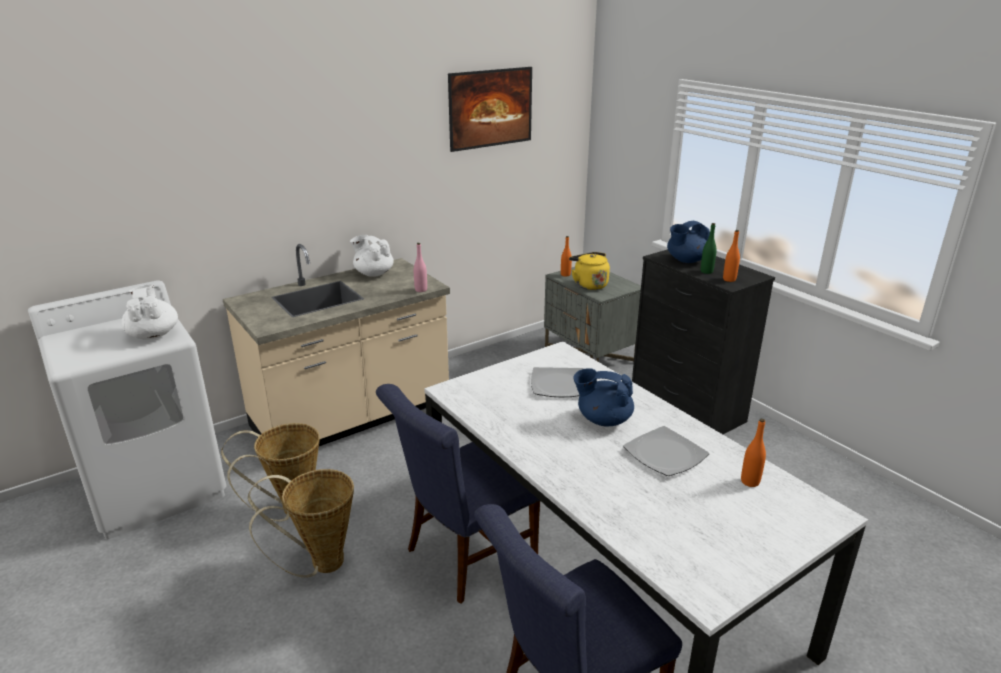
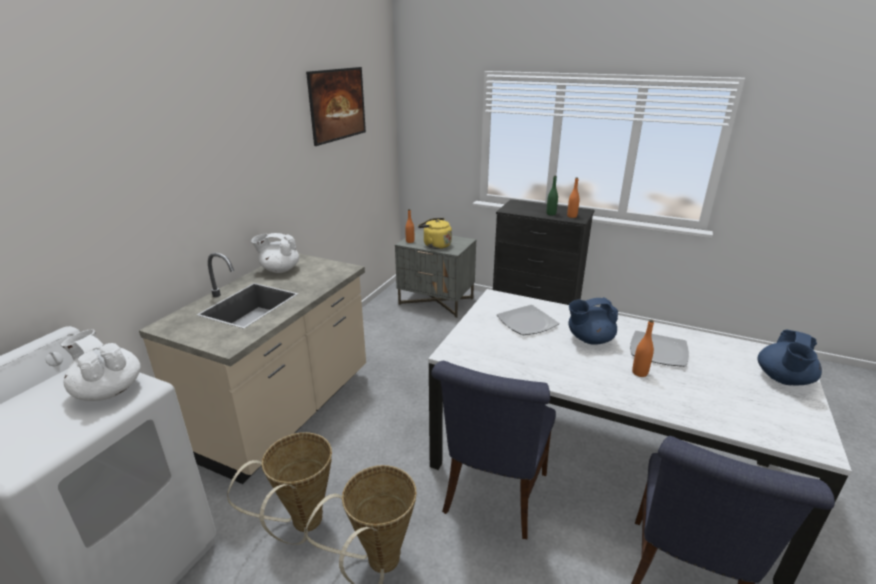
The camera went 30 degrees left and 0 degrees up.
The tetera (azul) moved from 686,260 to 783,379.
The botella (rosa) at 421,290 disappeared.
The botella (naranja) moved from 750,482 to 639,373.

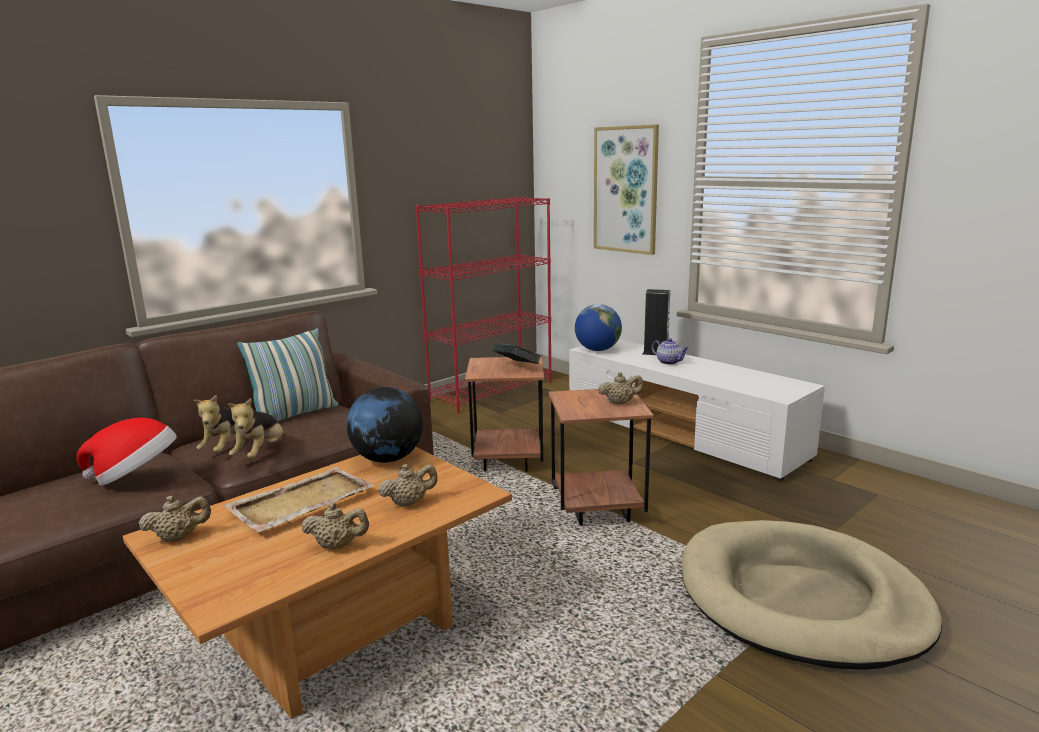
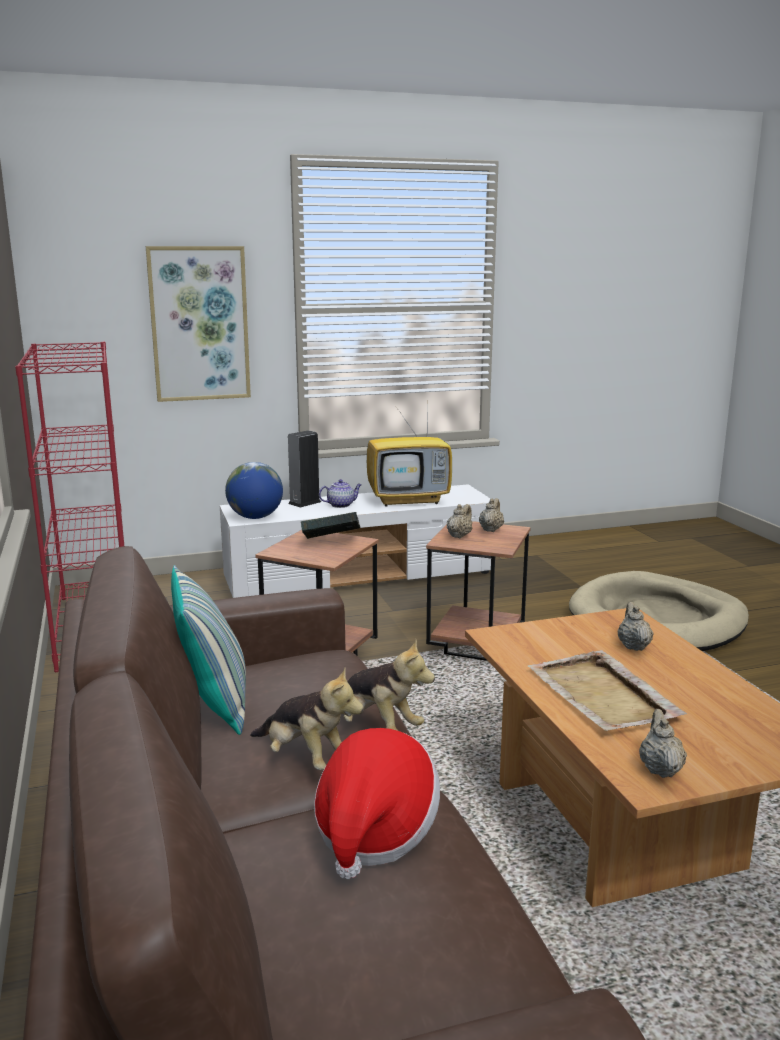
The camera went 65 degrees left and 0 degrees up.
The globo terráqueo at 387,459 disappeared.
The tetera (beis) moved from 337,545 to 459,536.
The televisor at 410,500 appeared.

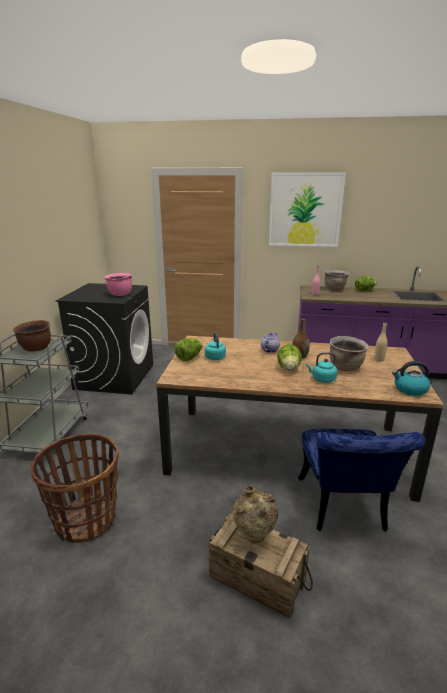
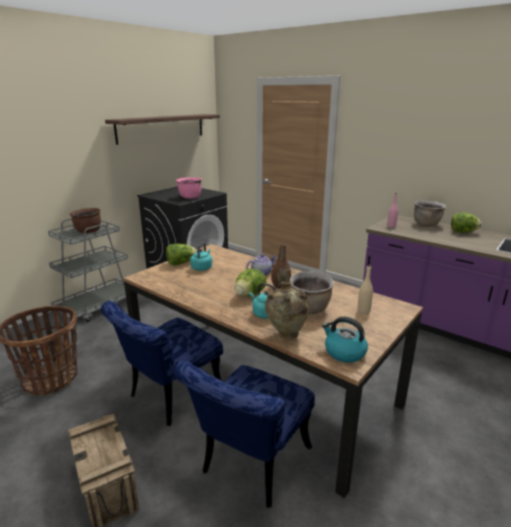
The camera went 30 degrees right and 0 degrees up.
The cuadro at 305,210 disappeared.
The florero (beis) moved from 254,539 to 286,336.
The estante at 161,128 appeared.
The silla (azul) at 169,396 appeared.

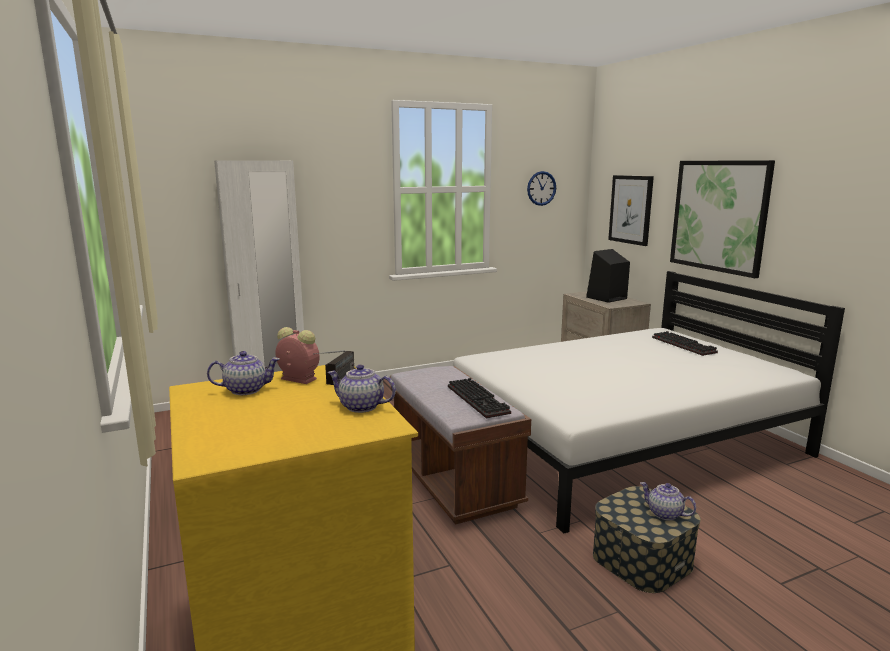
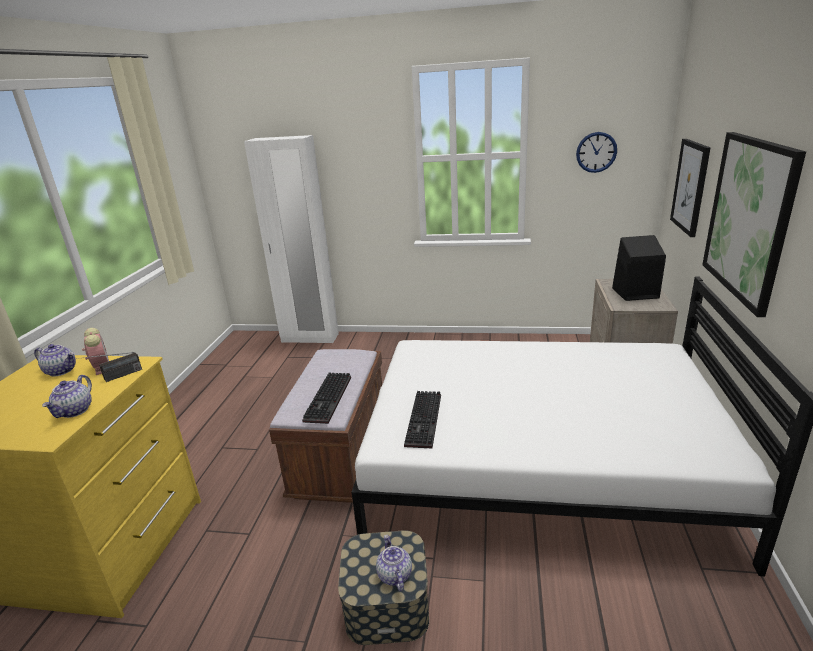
The camera went 35 degrees right and 10 degrees up.
The teclado moved from 685,345 to 425,421.
The tetera at 361,406 turned 135 degrees counterclockwise.

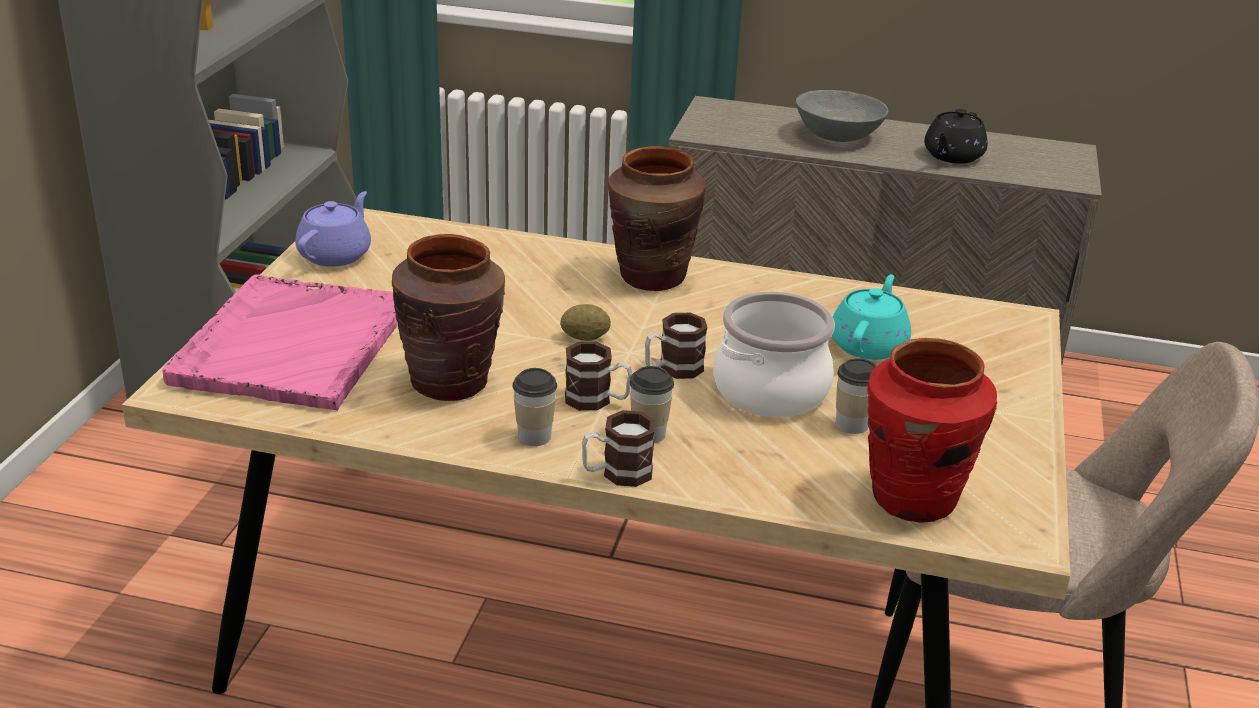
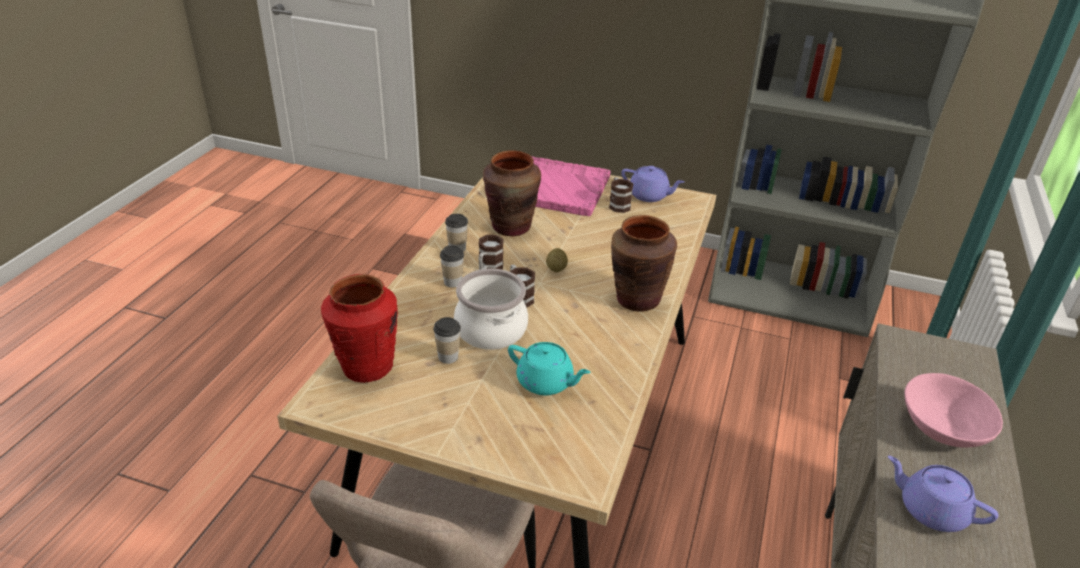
The camera went 95 degrees right and 5 degrees up.
The cuenco (gris) at 837,136 became the cuenco (rosa) at 941,428.
The tetera (negro) at 952,156 became the tetera (morado) at 930,510.
The taza grande moved from 617,473 to 618,204.

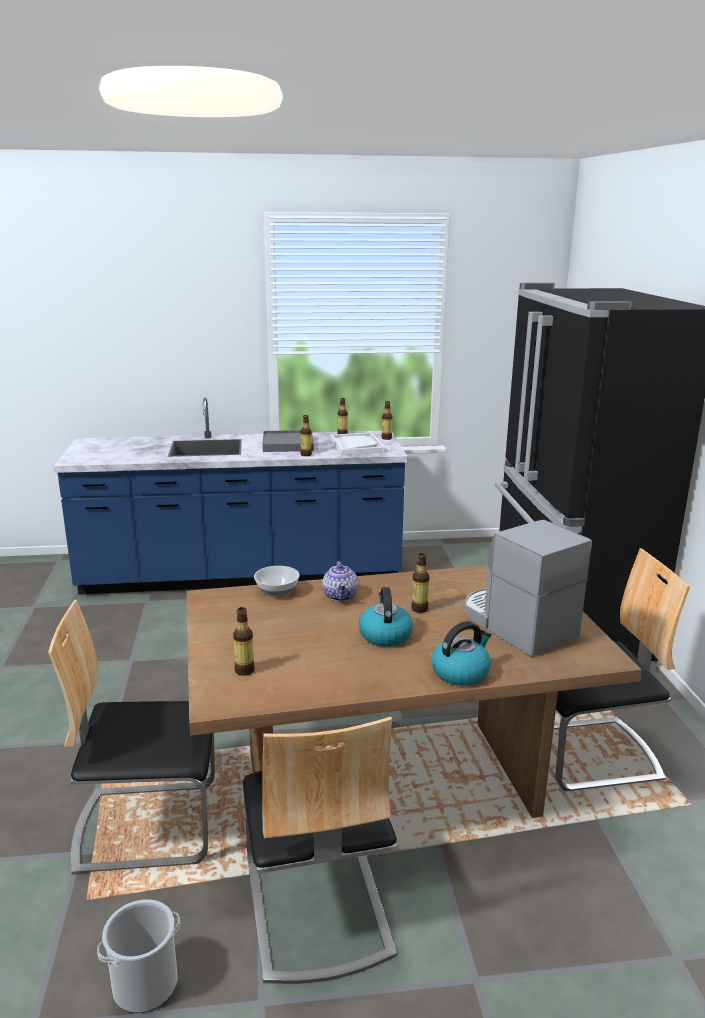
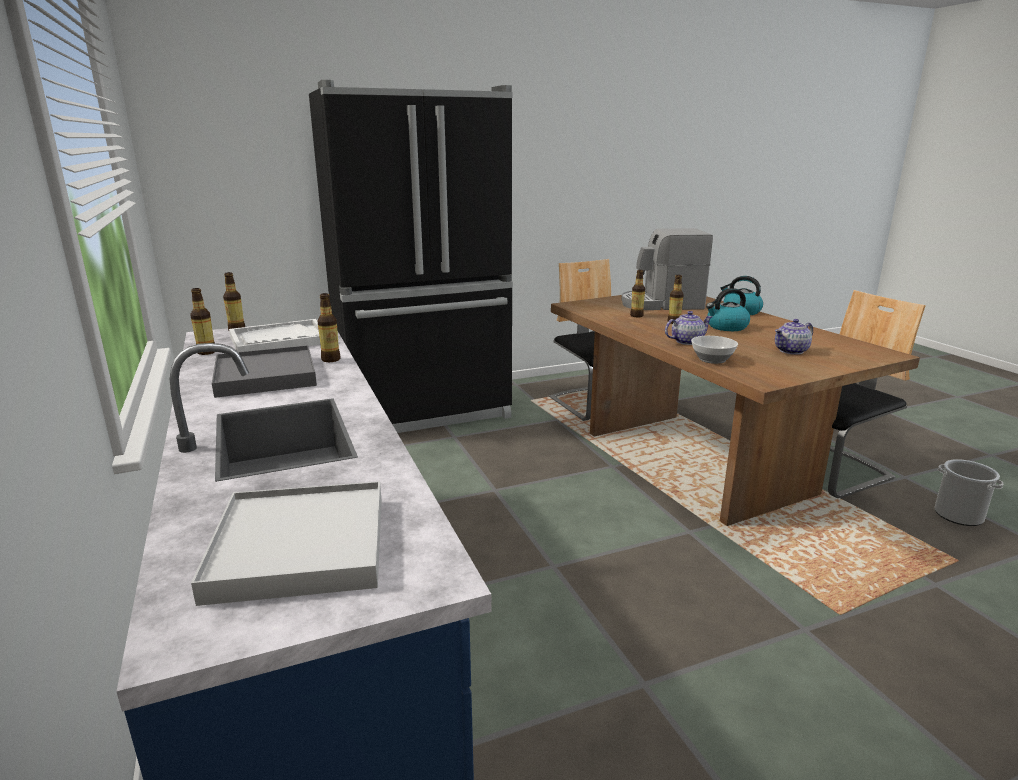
The camera went 105 degrees left and 0 degrees up.
The cafetera at 516,624 turned 45 degrees clockwise.
The silla at 147,825 disappeared.
The botella moved from 244,670 to 636,316.
The tetera at 791,351 appeared.
The bandeja (blanco) at 300,546 appeared.

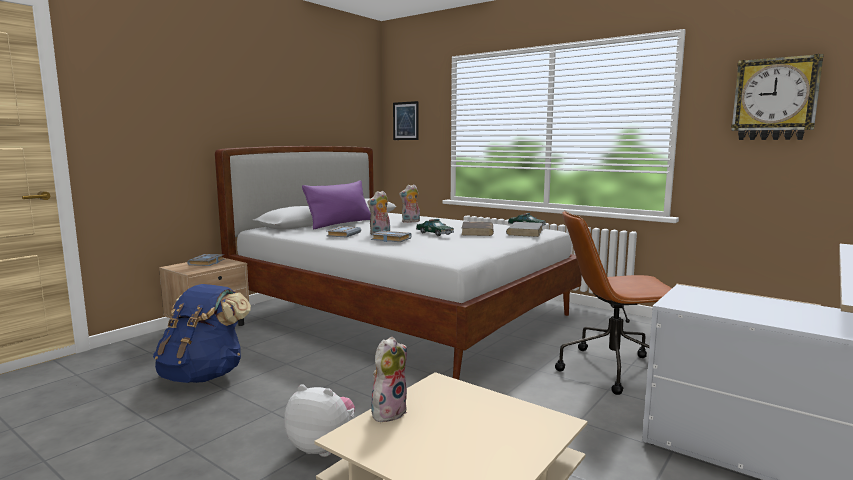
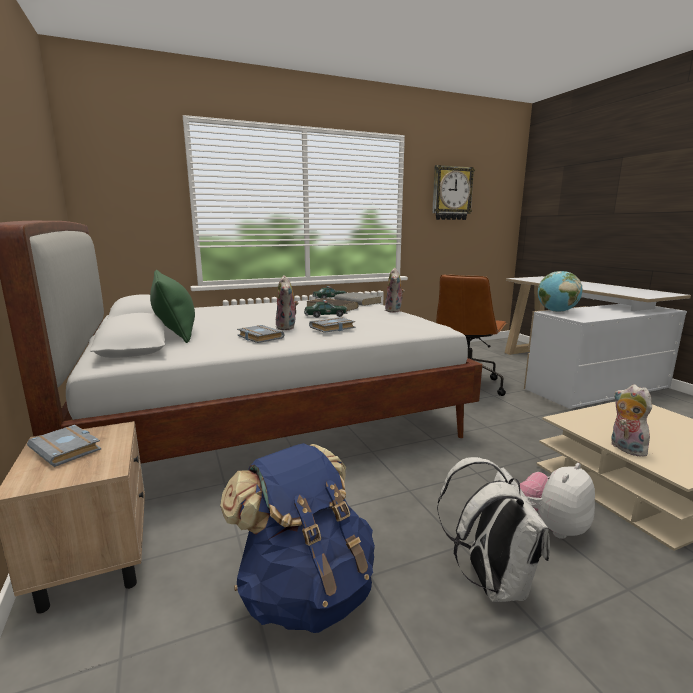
The camera went 60 degrees left and 5 degrees up.
The cuadro at 405,121 disappeared.
The cojín (morado) at 340,223 became the cojín (verde) at 175,330.
The peluche moved from 410,222 to 394,310.
The globo terráqueo at 556,311 appeared.
The mochila (blanco) at 490,580 appeared.

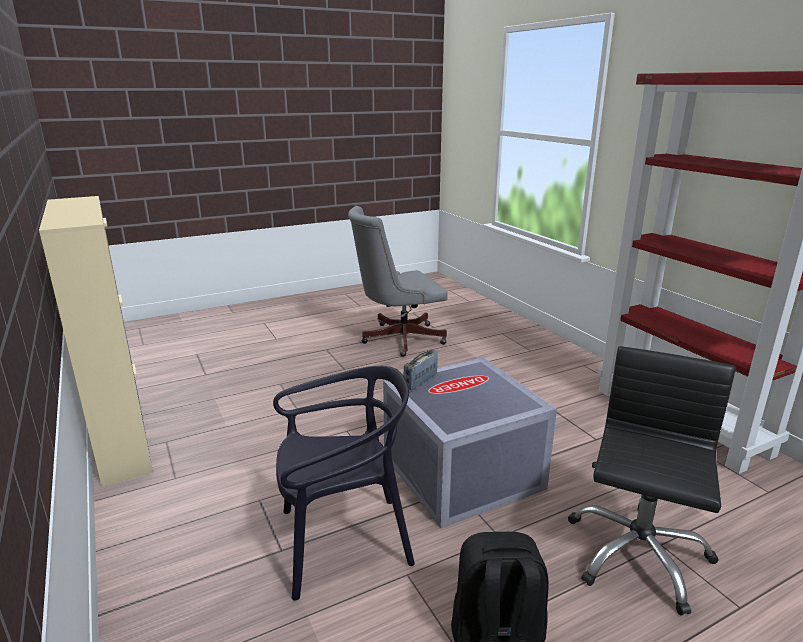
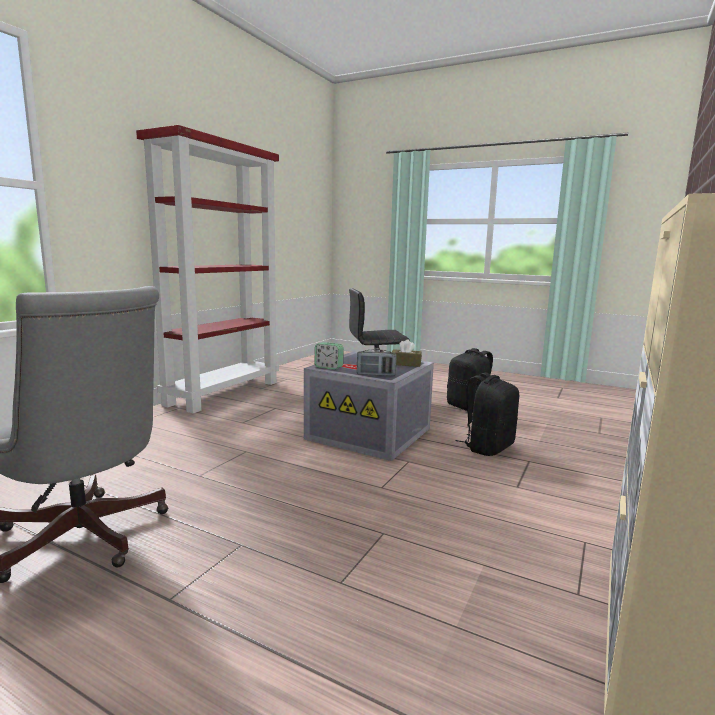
The camera went 125 degrees left and 10 degrees down.
The silla (negro) at 343,542 was replaced by the mochila (negro) at 487,447.
The caja de pañuelos (marrón) at 405,364 appeared.
The despertador at 329,367 appeared.

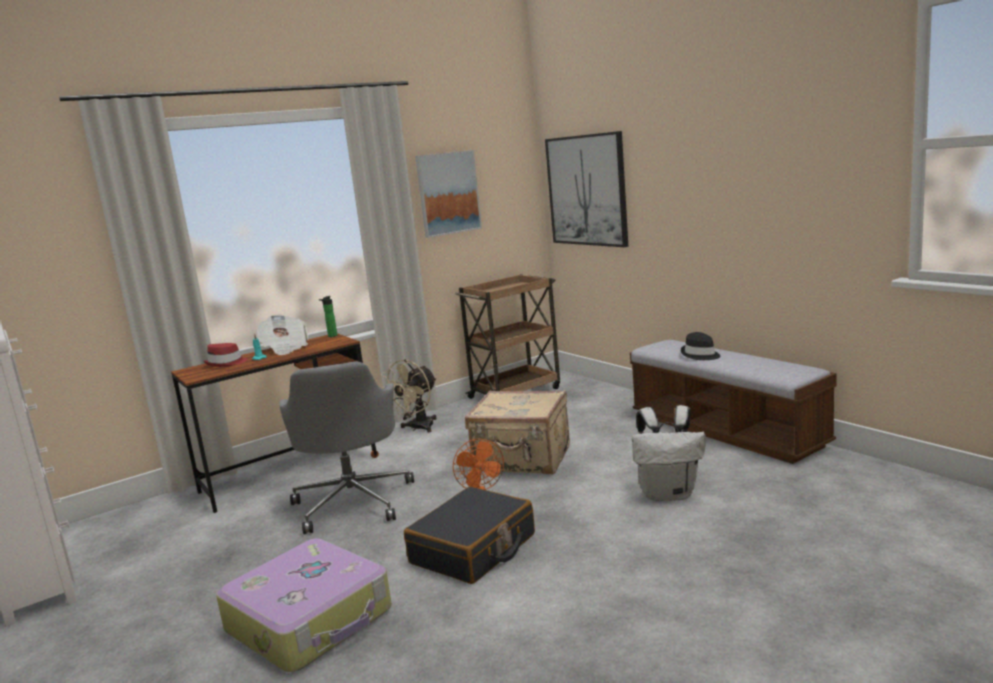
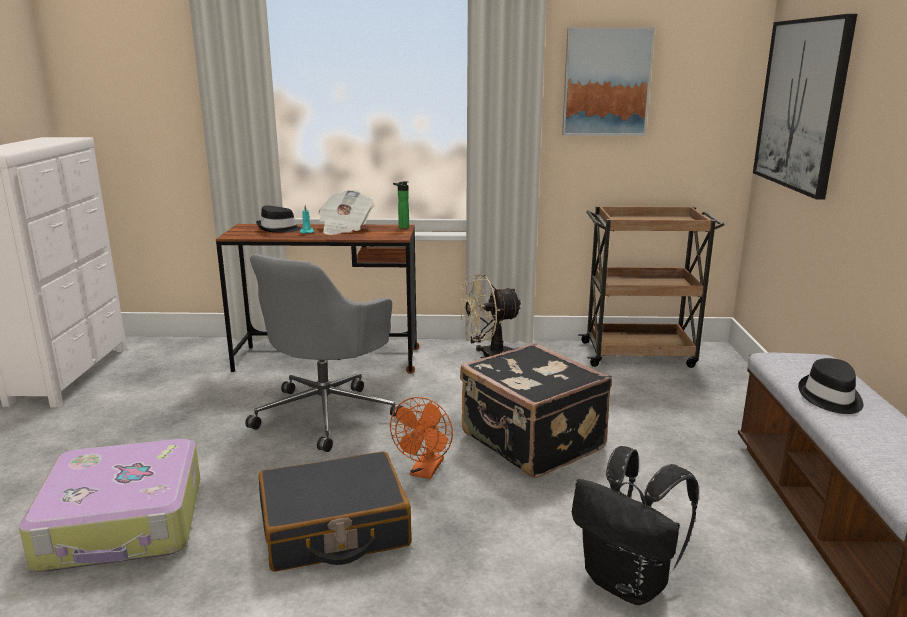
The camera went 35 degrees right and 5 degrees up.
The sombrero (rojo) at 226,363 became the sombrero (negro) at 279,229.
The maleta (beis) at 523,460 became the maleta (negro) at 531,442.
The mochila (blanco) at 669,494 became the mochila (negro) at 628,583.

